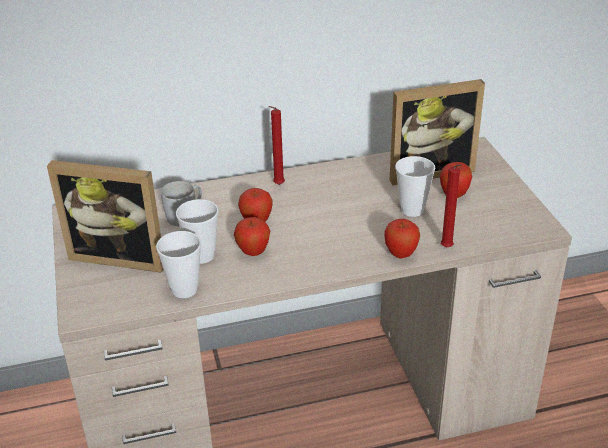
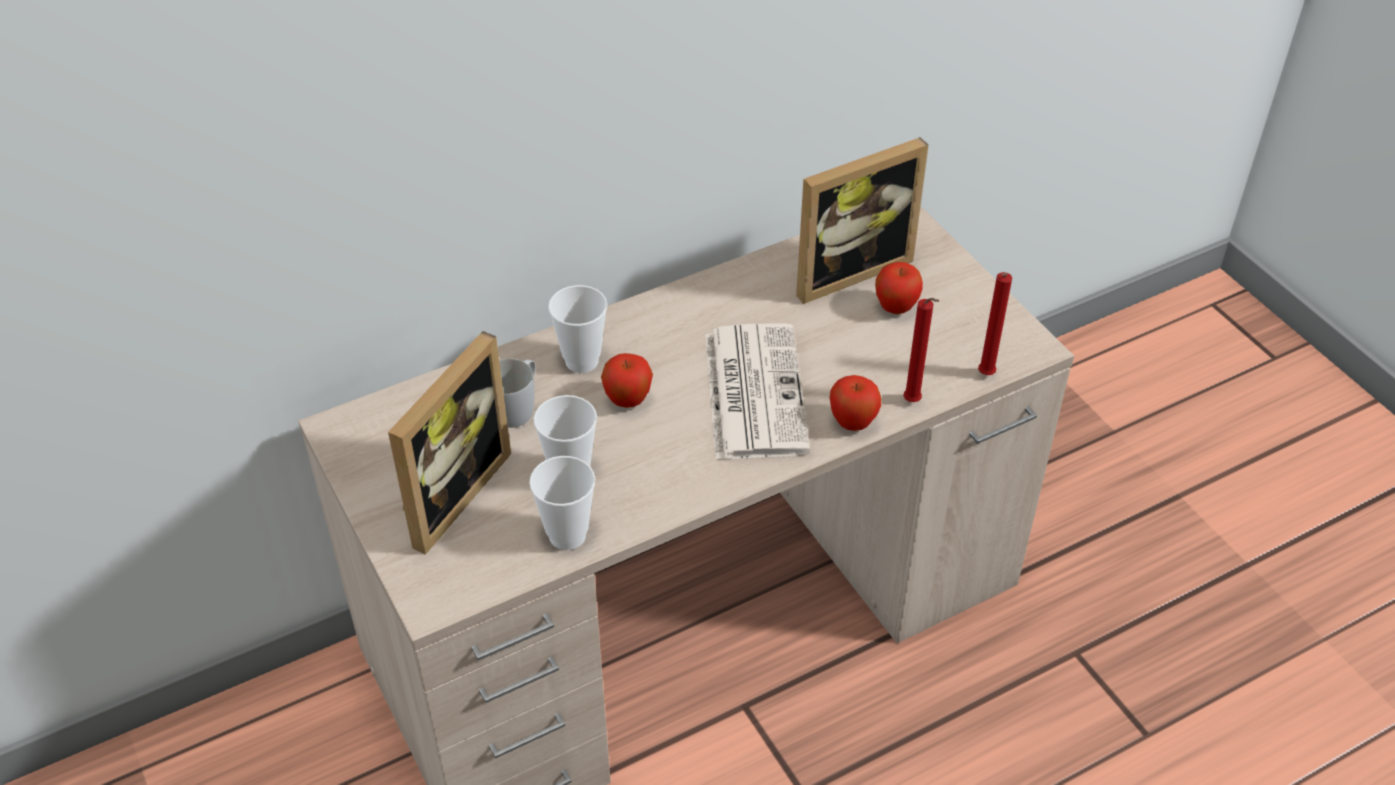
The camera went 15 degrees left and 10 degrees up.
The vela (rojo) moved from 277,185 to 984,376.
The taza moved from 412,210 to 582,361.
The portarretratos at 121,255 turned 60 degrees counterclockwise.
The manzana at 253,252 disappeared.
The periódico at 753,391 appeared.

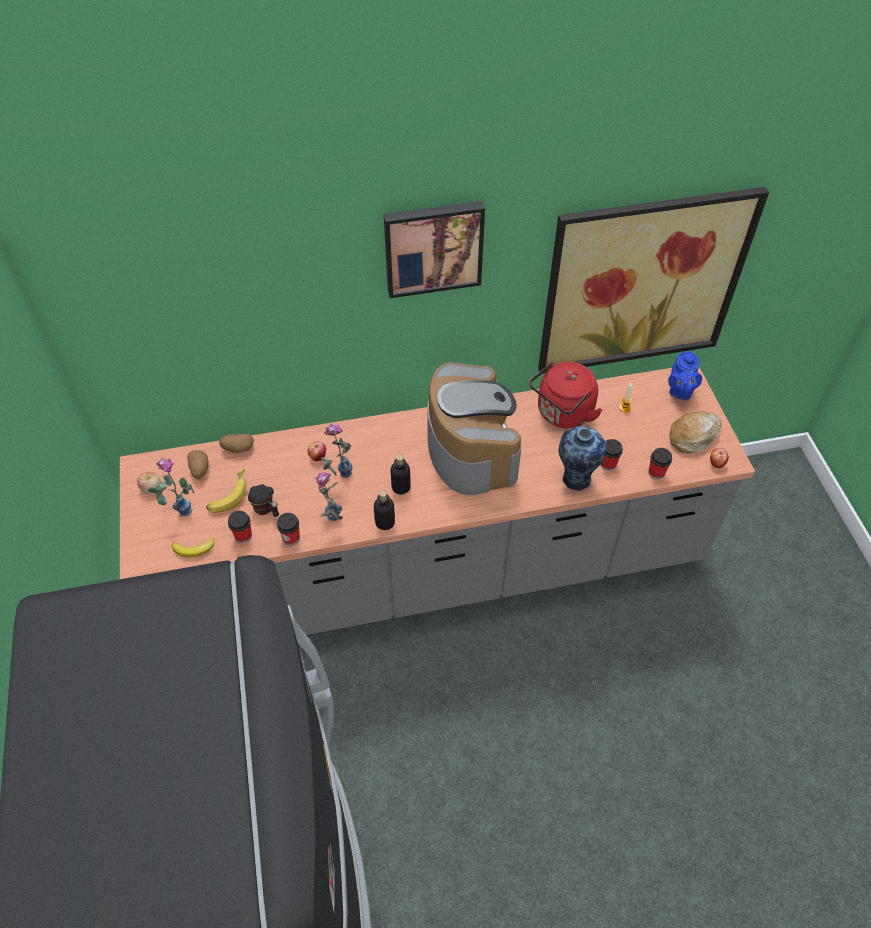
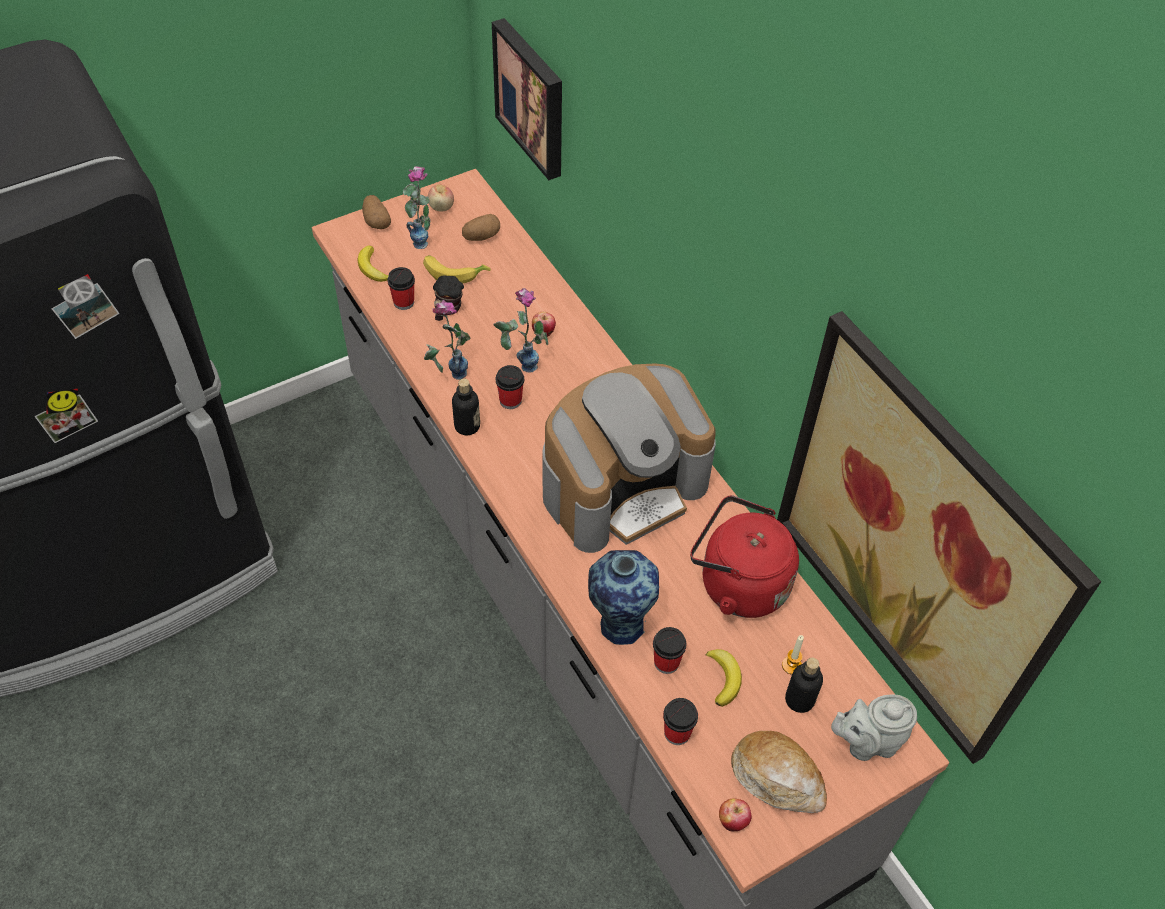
The camera went 70 degrees right and 0 degrees up.
The cuadro moved from 433,247 to 533,97.
The tetera (azul) at 679,391 became the tetera (gris) at 867,742.
The patata moved from 237,448 to 376,221.
The botella moved from 401,487 to 799,700.
The taza moved from 291,538 to 510,400.
The plátano at 723,678 appeared.

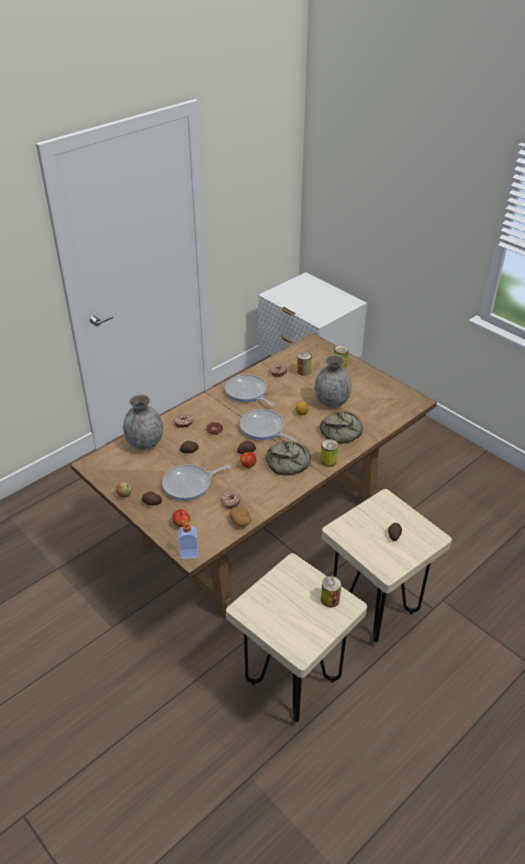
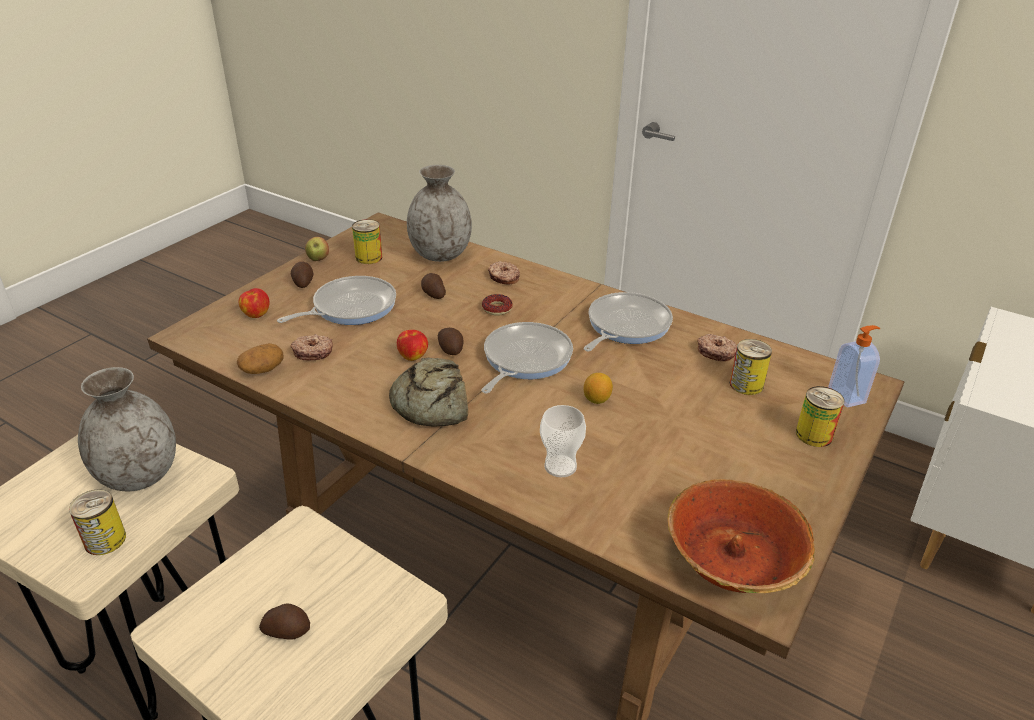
The camera went 75 degrees right and 5 degrees down.
The florero (gris) moved from 331,402 to 138,475.
The pan at 342,432 was replaced by the taza at 560,466.
The lata moved from 328,461 to 369,257.
The sartén at 190,484 turned 90 degrees clockwise.
The dispensador de jabón moved from 189,553 to 847,396.
The cuenco at 732,560 appeared.

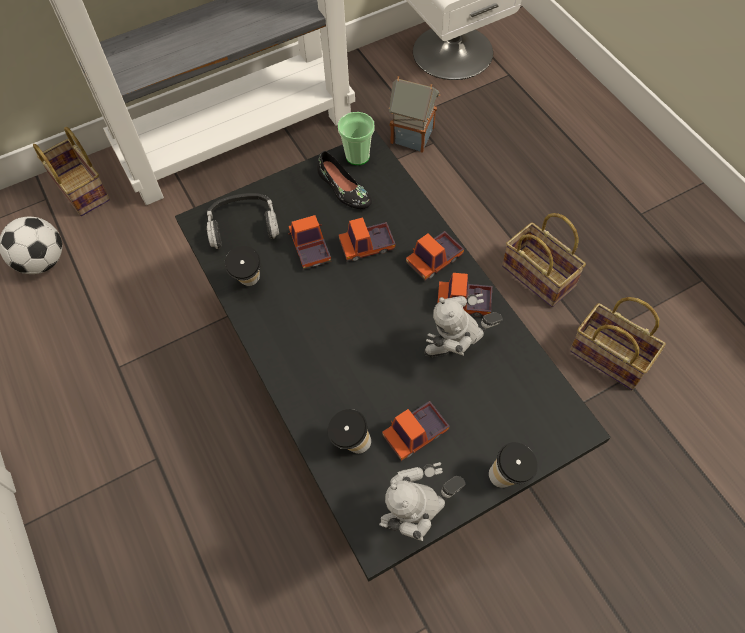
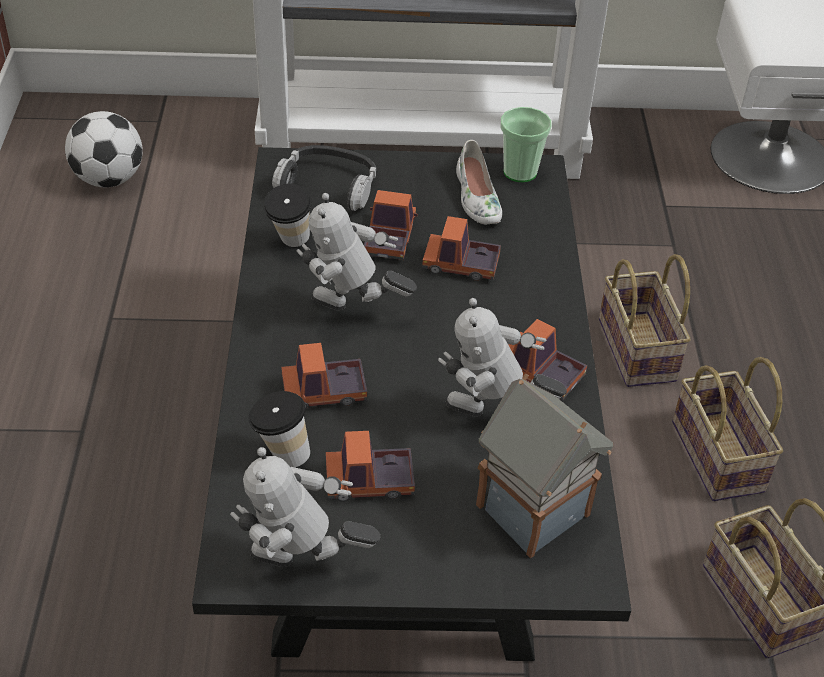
The camera went 25 degrees right and 15 degrees down.
The casita moved from 413,135 to 535,512.
The cesta moved from 83,190 to 639,351.
The zapato (negro) at 343,189 became the zapato (blanco) at 476,198.
The camión de juguete moved from 434,260 to 324,392.
The taza at 509,477 disappeared.
The robot de juguete at 352,314 appeared.

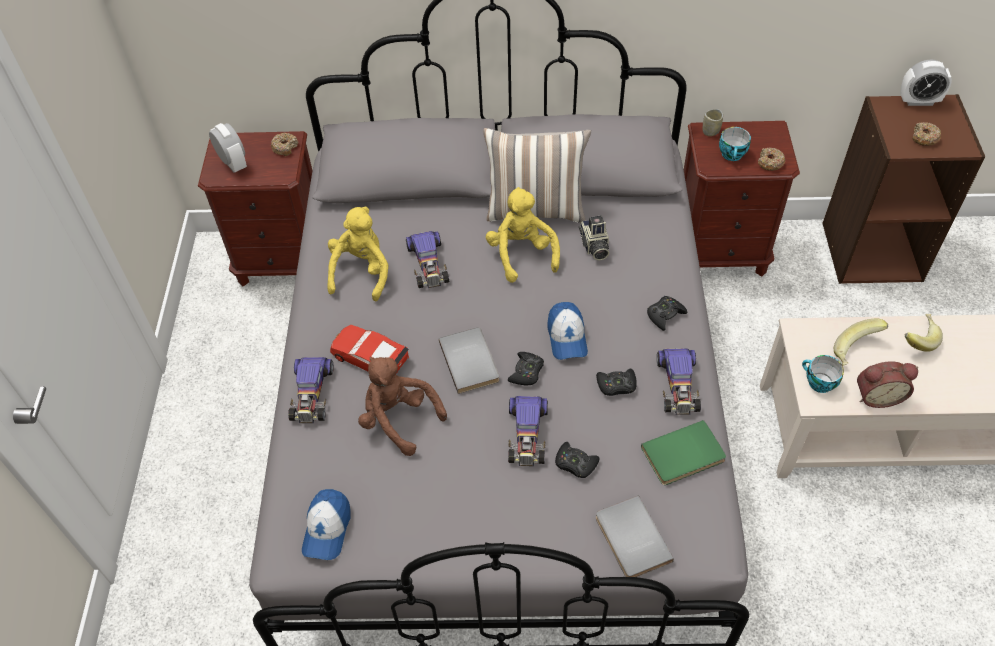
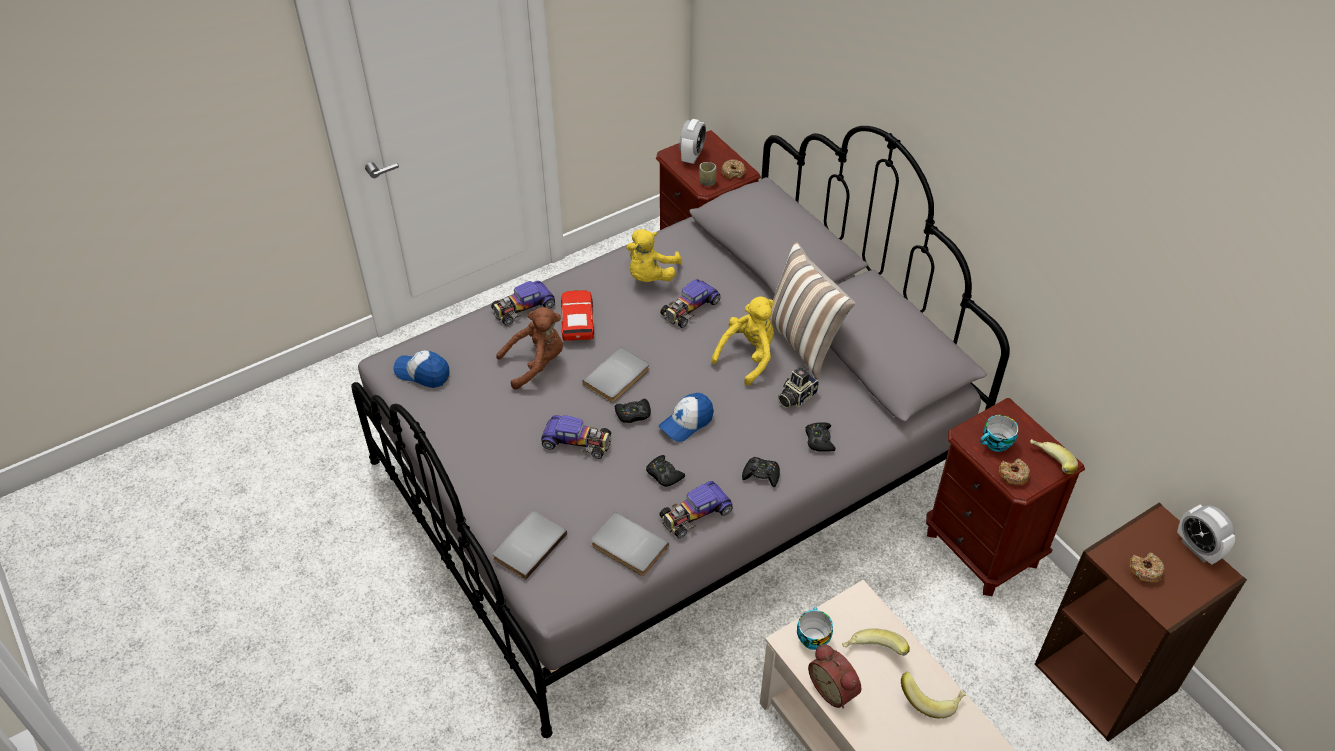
The camera went 55 degrees right and 5 degrees down.
The taza moved from 710,131 to 707,182.
The peluche (amarillo) at 361,272 turned 135 degrees clockwise.
The peluche (marrón) at 398,419 turned 60 degrees clockwise.
The coche de juguete at 527,434 turned 135 degrees counterclockwise.
The libro (verde) at 684,456 became the libro (gris) at 627,547.
The mando de consola (negro) moved from 575,463 to 819,440.
The gorra at 327,529 turned 45 degrees clockwise.
The plátano at 1048,465 appeared.

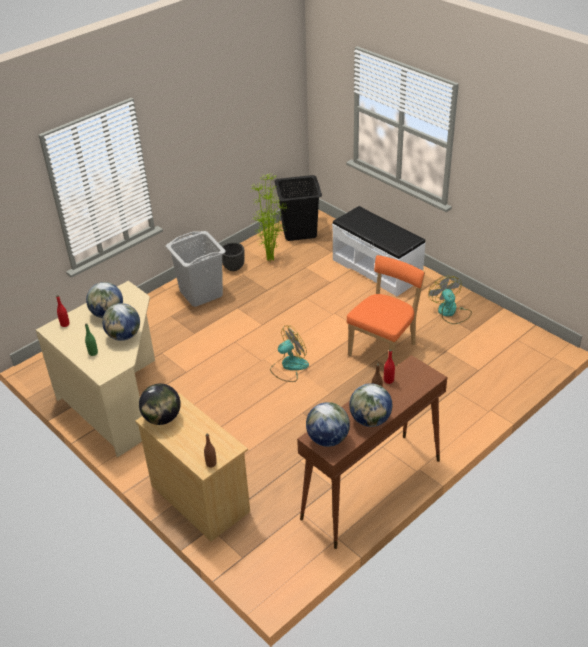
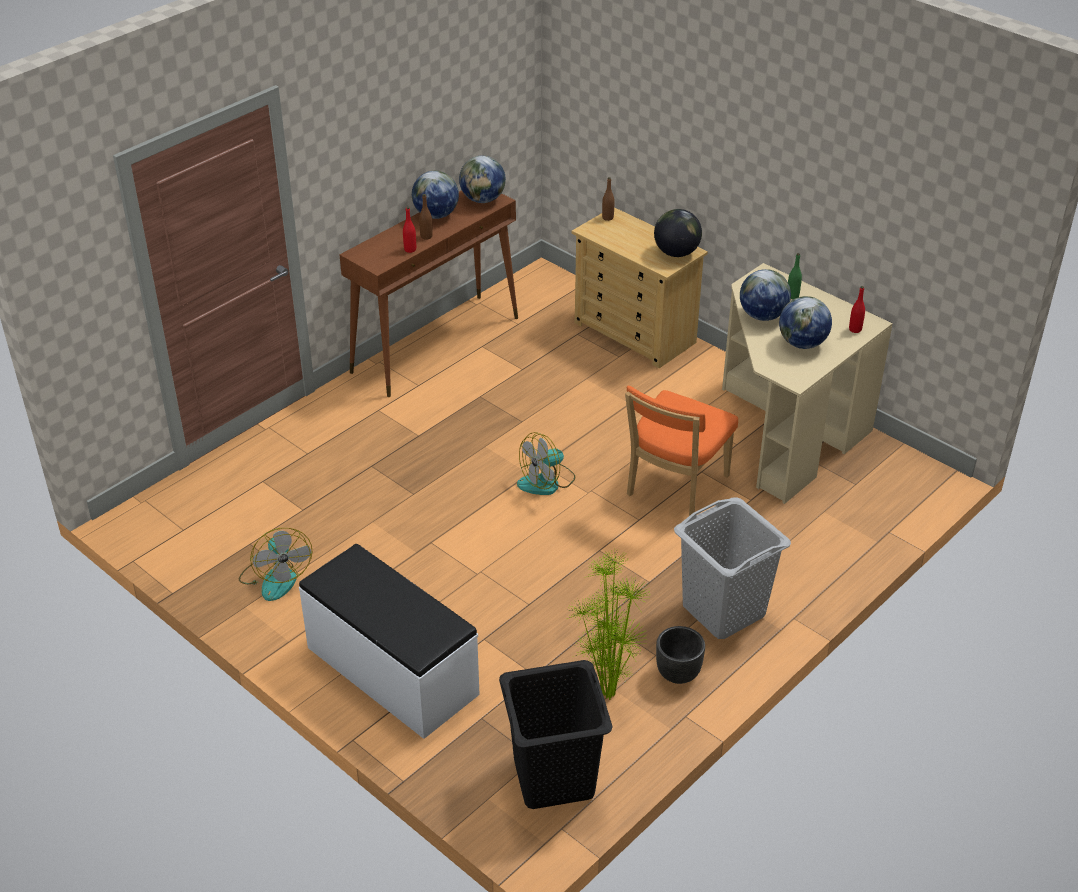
The camera went 175 degrees right and 0 degrees up.
The silla (naranja) moved from 384,348 to 674,488.

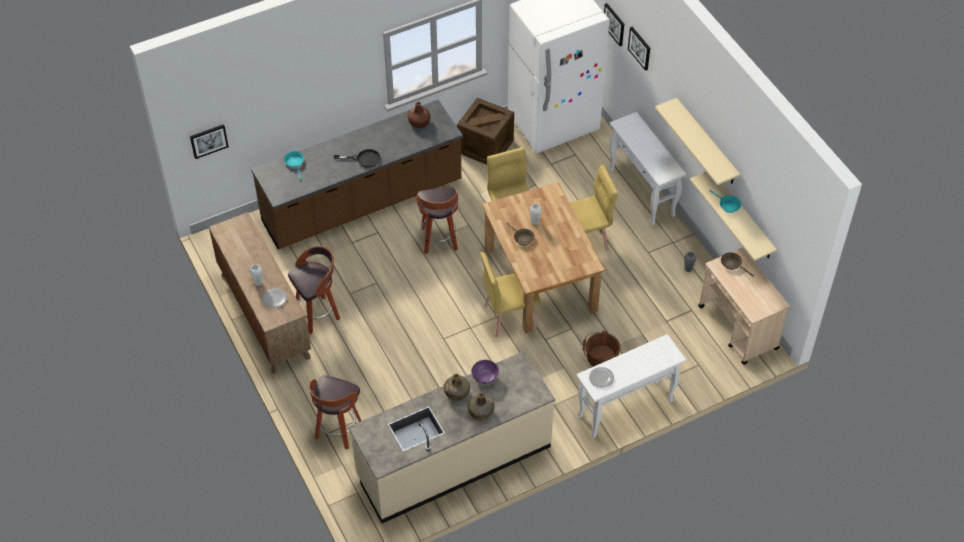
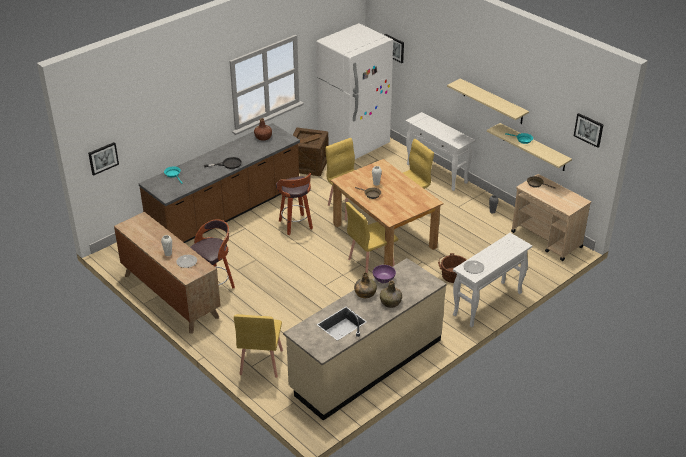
The camera went 15 degrees left and 15 degrees down.
The cuadro moved from 640,48 to 589,129.
The taburete at 338,431 was replaced by the silla (amarillo) at 261,362.

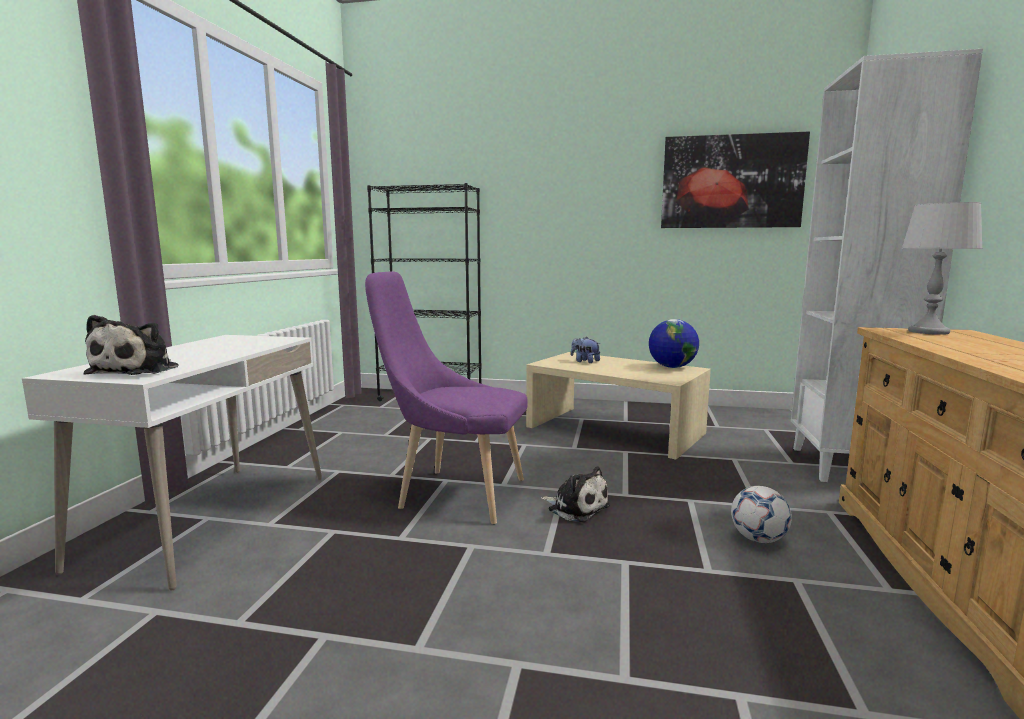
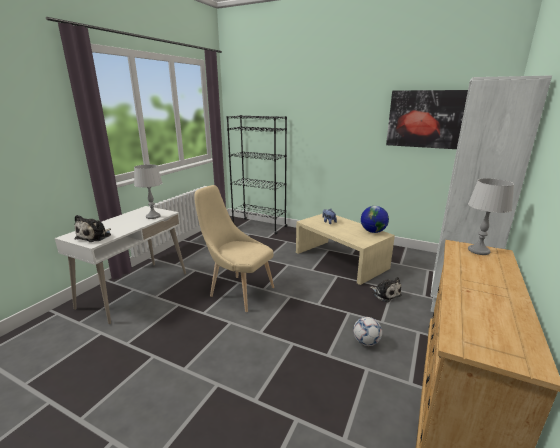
The camera went 15 degrees right and 10 degrees up.
The silla (morado) at 454,494 became the silla (beis) at 238,291.
The peluche moved from 576,507 to 385,294.
The lámpara de mesa (gris) at 153,216 appeared.

